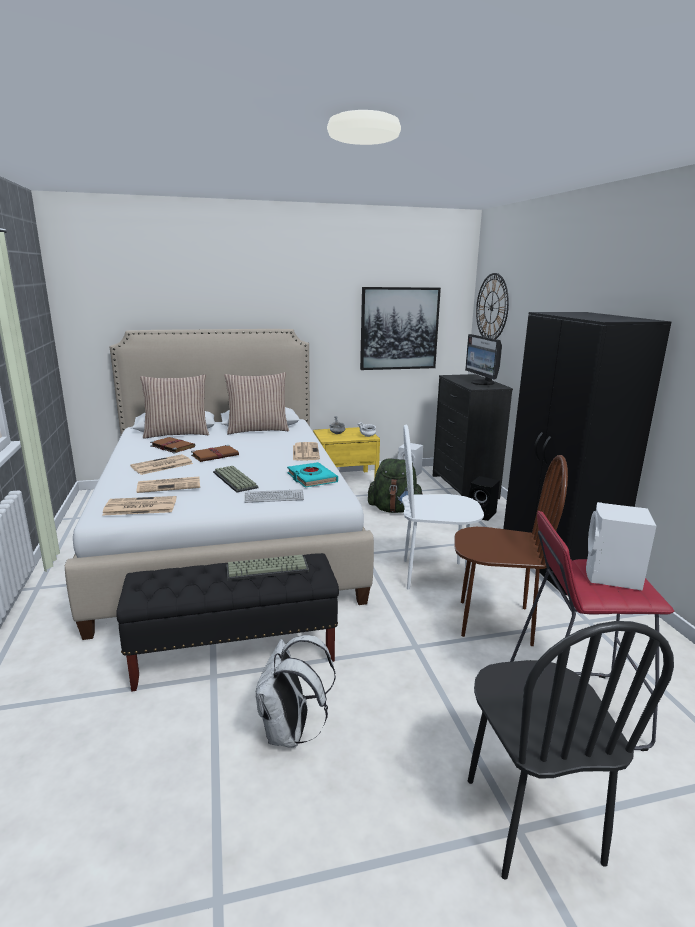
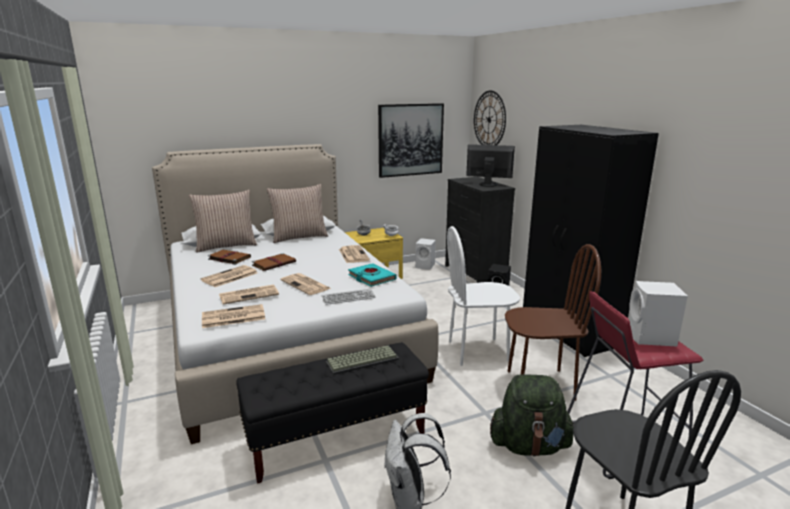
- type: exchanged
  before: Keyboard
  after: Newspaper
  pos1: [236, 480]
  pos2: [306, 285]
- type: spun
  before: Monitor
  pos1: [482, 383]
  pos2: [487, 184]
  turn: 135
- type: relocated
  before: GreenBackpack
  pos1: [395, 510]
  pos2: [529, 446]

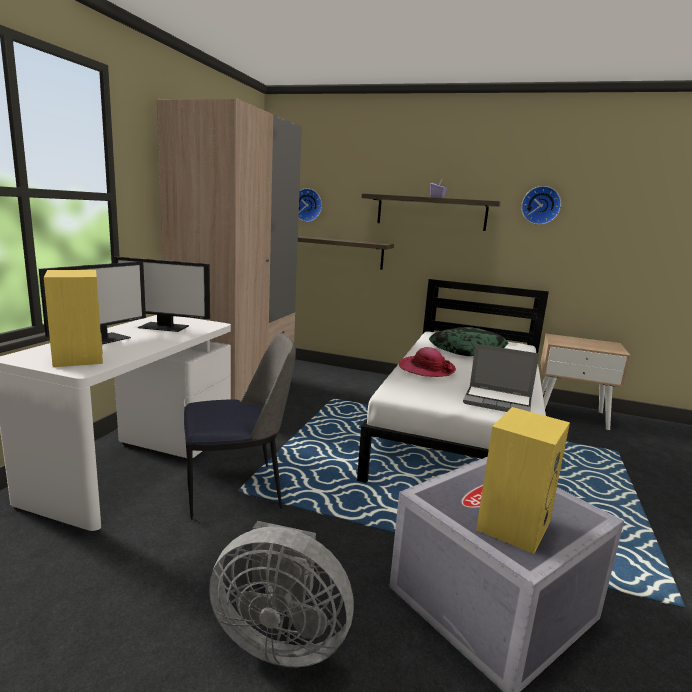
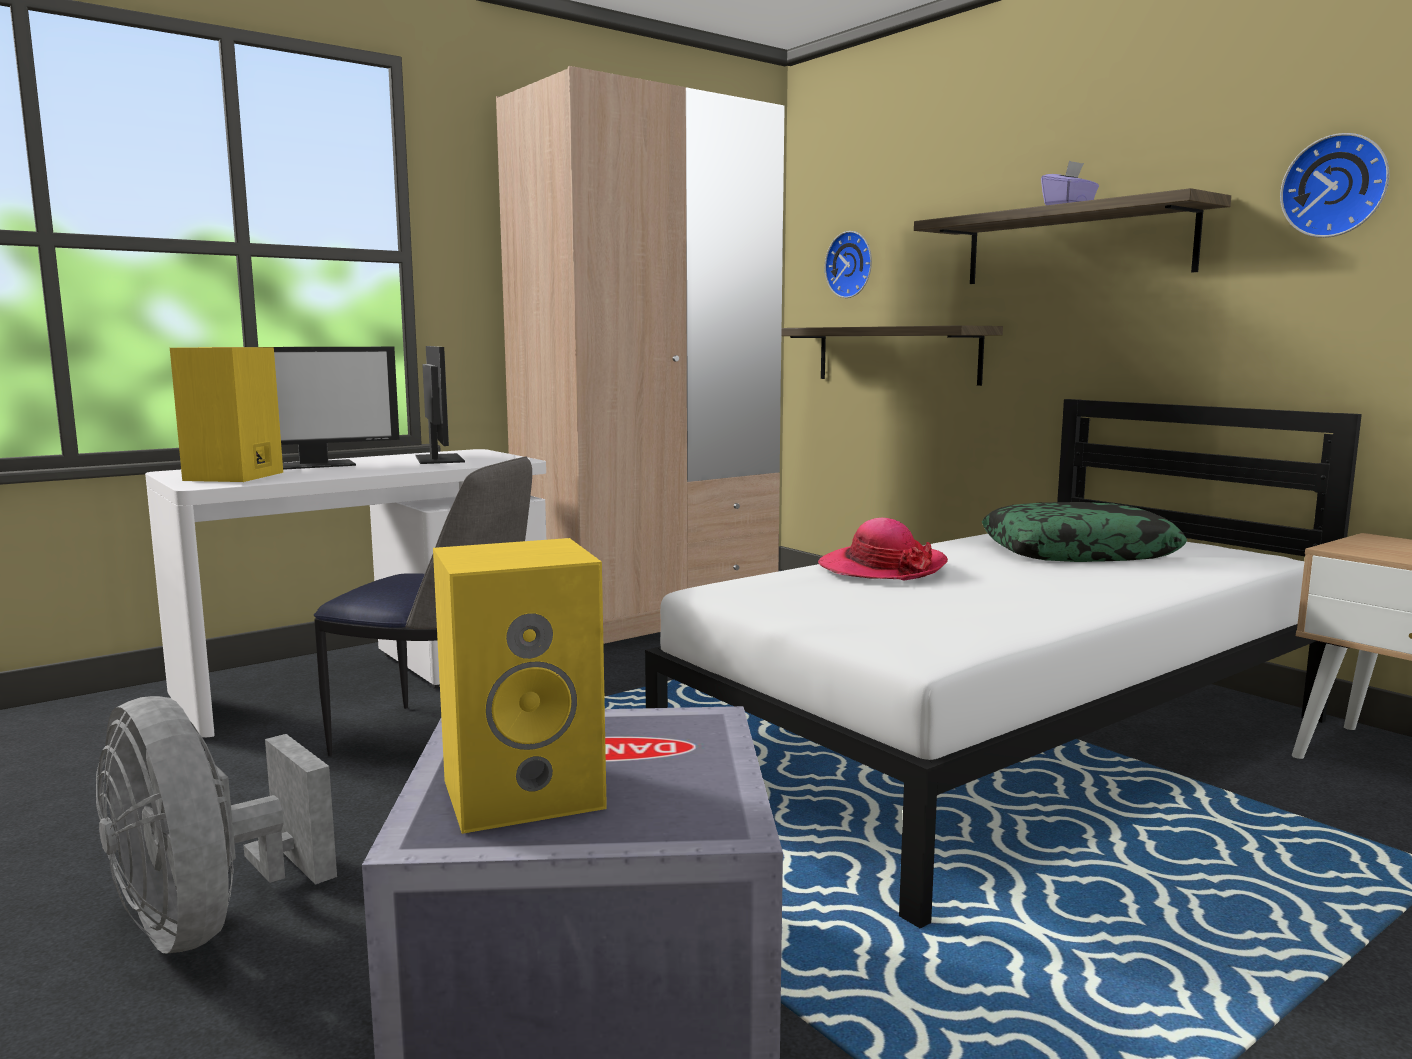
- type: spun
  before: Monitor
  pos1: [164, 327]
  pos2: [437, 459]
  turn: -150
- type: missing
  before: Laptop
  pos1: [498, 402]

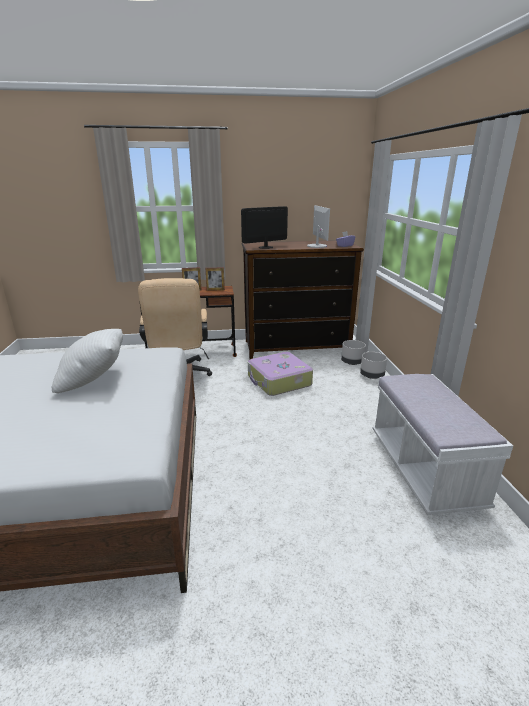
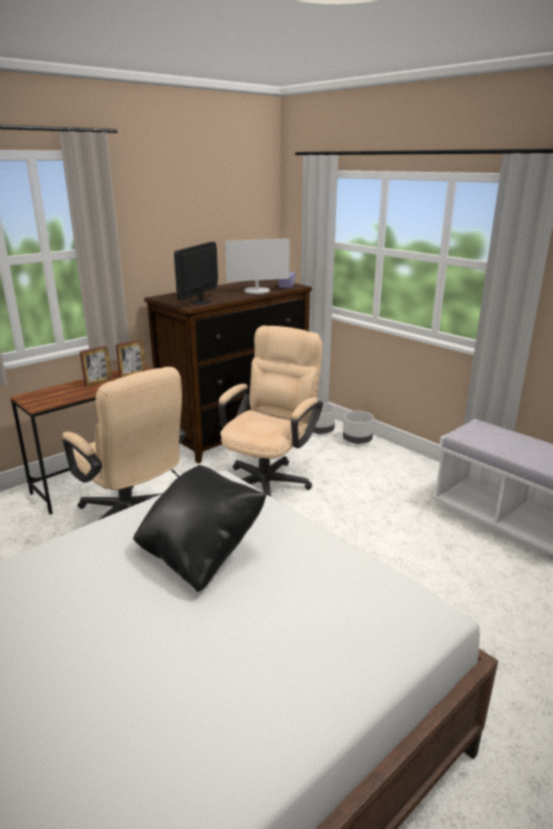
- type: colour
  before: WhitePillow
  after: BlackPillow
  pos1: [94, 379]
  pos2: [201, 553]
- type: exchanged
  before: Suitcase
  after: BeigeOfficeChair
  pos1: [278, 381]
  pos2: [270, 480]
- type: spun
  before: Monitor
  pos1: [317, 246]
  pos2: [257, 291]
  turn: 120

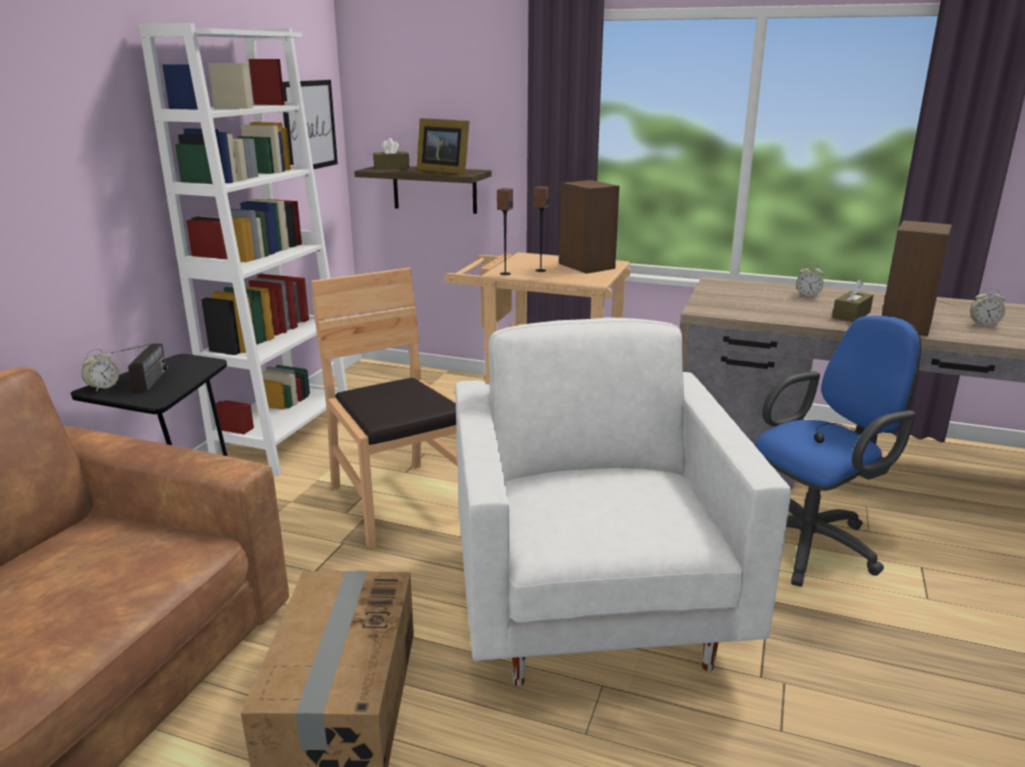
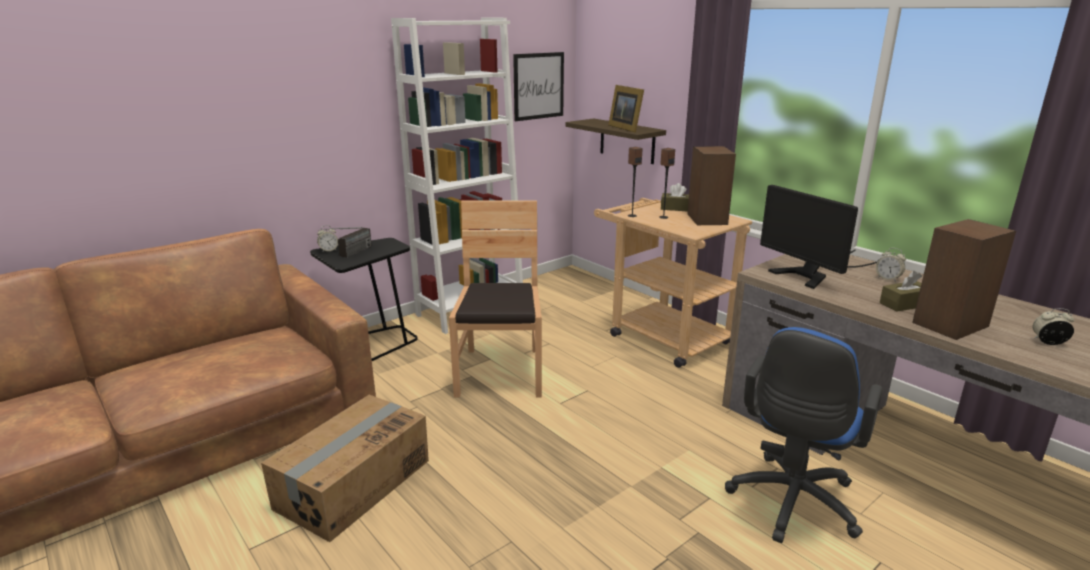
- type: relocated
  before: BrownTissueBox
  pos1: [391, 168]
  pos2: [676, 208]
- type: spun
  before: BlueOfficeChair
  pos1: [813, 543]
  pos2: [791, 505]
  turn: 120
- type: appeared
  after: Monitor
  pos2: [813, 273]
- type: spun
  before: AlarmClock
  pos1: [984, 324]
  pos2: [1048, 342]
  turn: 150
- type: missing
  before: WhiteArmchair
  pos1: [594, 606]

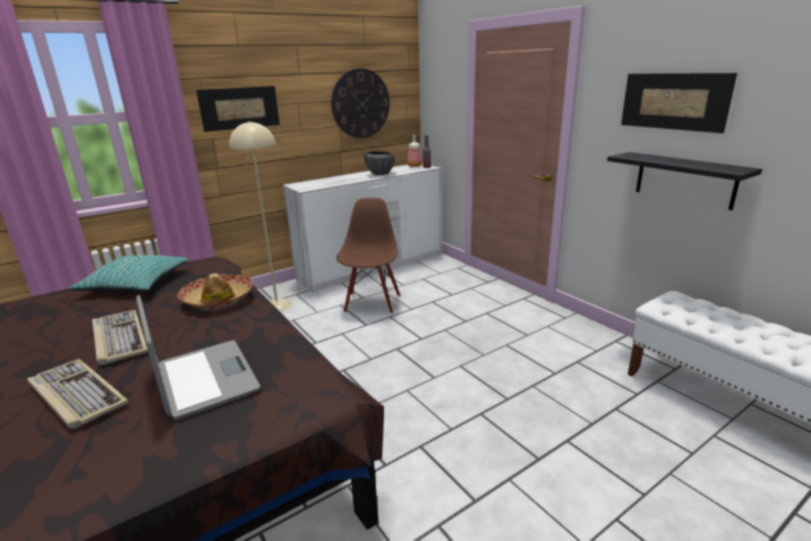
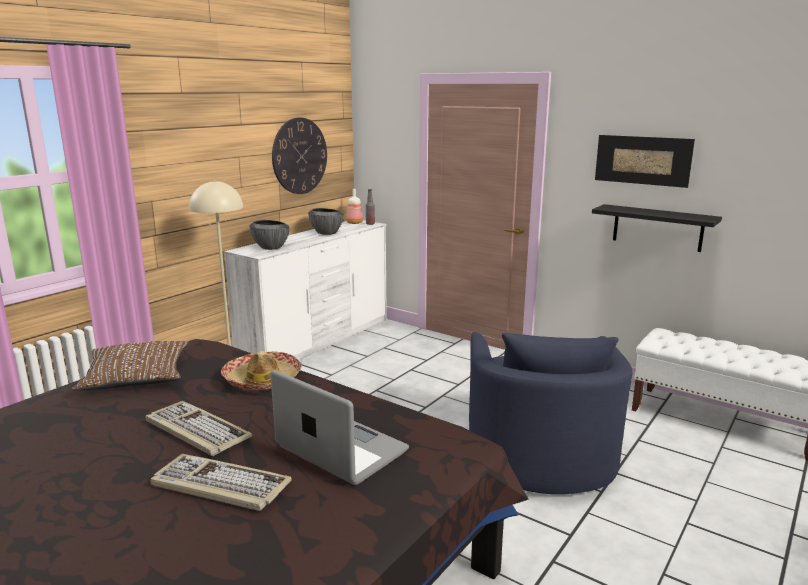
- type: colour
  before: TurquoisePillow
  after: BrownPillow
  pos1: [135, 283]
  pos2: [136, 376]
- type: appeared
  after: Bowl
  pos2: [271, 248]
- type: appeared
  after: BlueArmchair
  pos2: [539, 450]
- type: missing
  before: Picture
  pos1: [240, 108]
- type: missing
  before: BrownChair
  pos1: [371, 303]

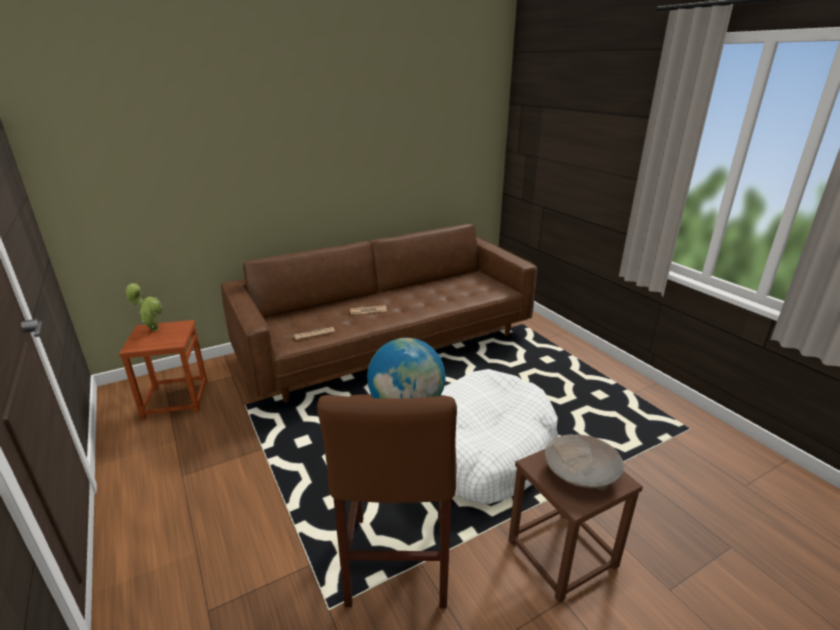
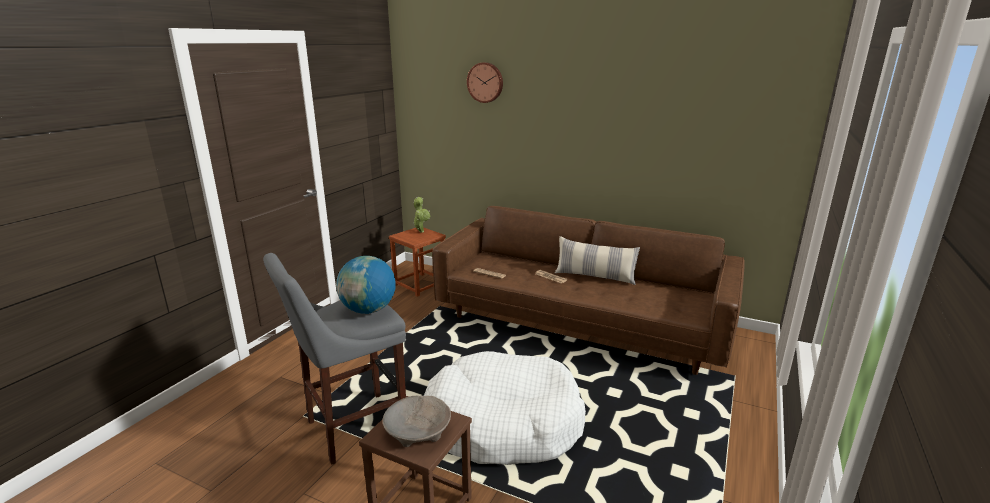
- type: colour
  before: BrownStool
  after: GreyStool
  pos1: [397, 566]
  pos2: [351, 428]
- type: appeared
  after: WallClock
  pos2: [485, 82]
- type: appeared
  after: Pillow
  pos2: [595, 276]

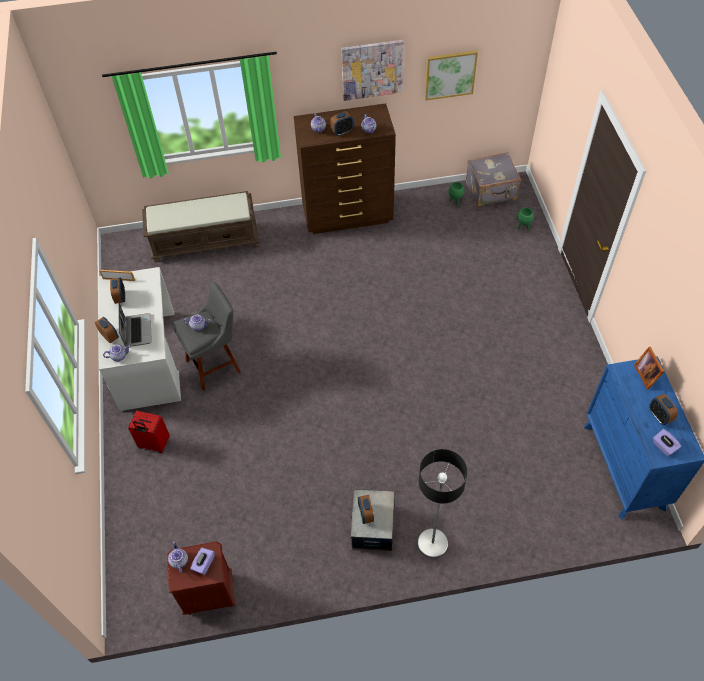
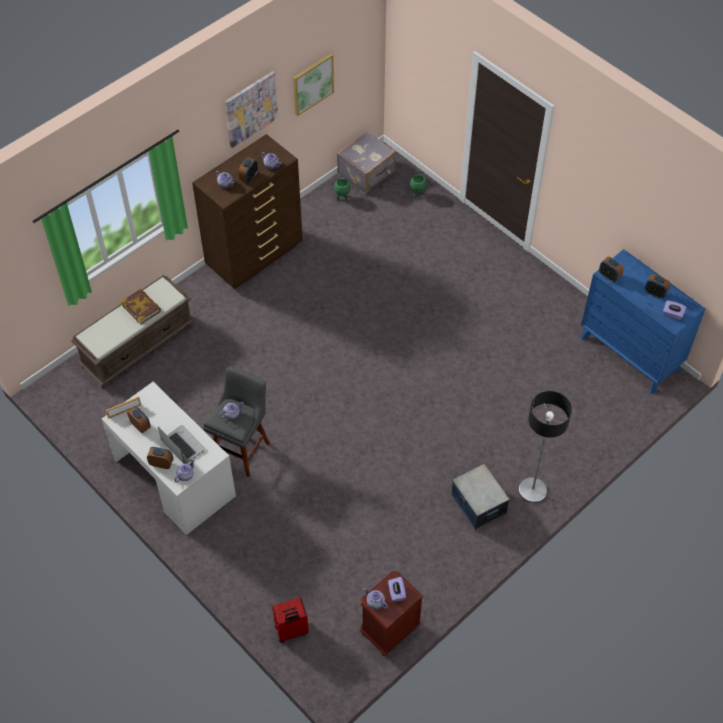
- type: appeared
  after: Book
  pos2: [141, 308]
- type: relocated
  before: RedSuitcase
  pos1: [154, 444]
  pos2: [291, 631]
- type: relocated
  before: AlarmClock
  pos1: [365, 514]
  pos2: [609, 276]
- type: missing
  before: PictureFrame
  pos1: [646, 374]

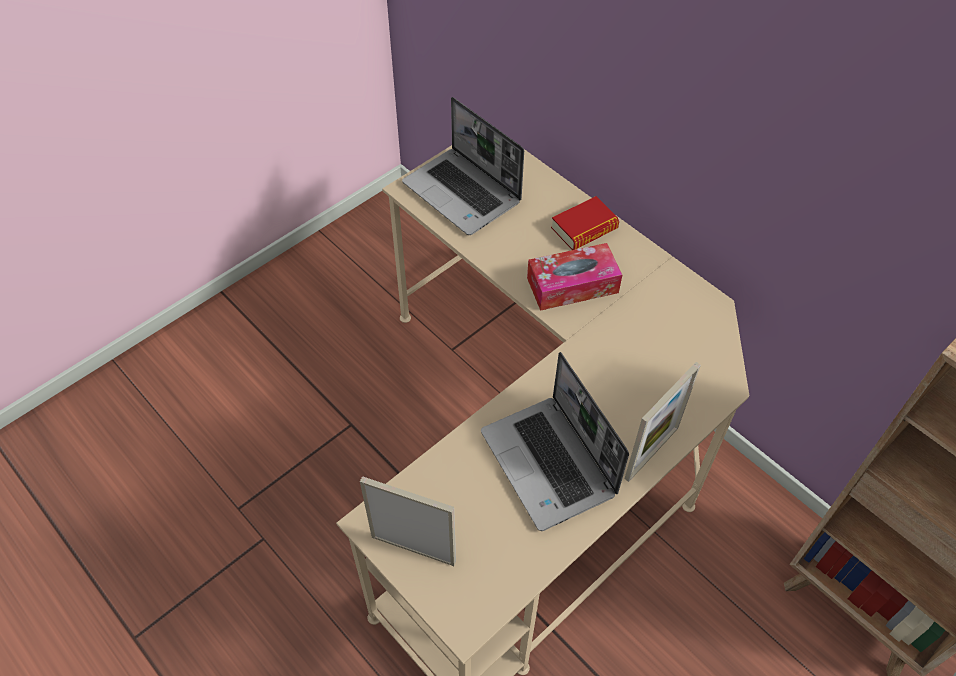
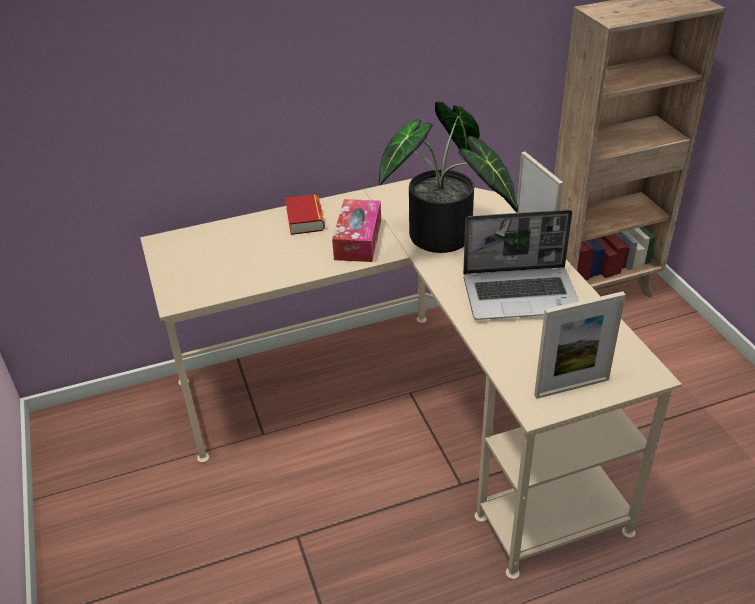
- type: appeared
  after: PottedPlant
  pos2: [443, 240]
- type: spun
  before: PictureFrame
  pos1: [413, 549]
  pos2: [571, 387]
  turn: -150
- type: missing
  before: Laptop
  pos1: [463, 193]

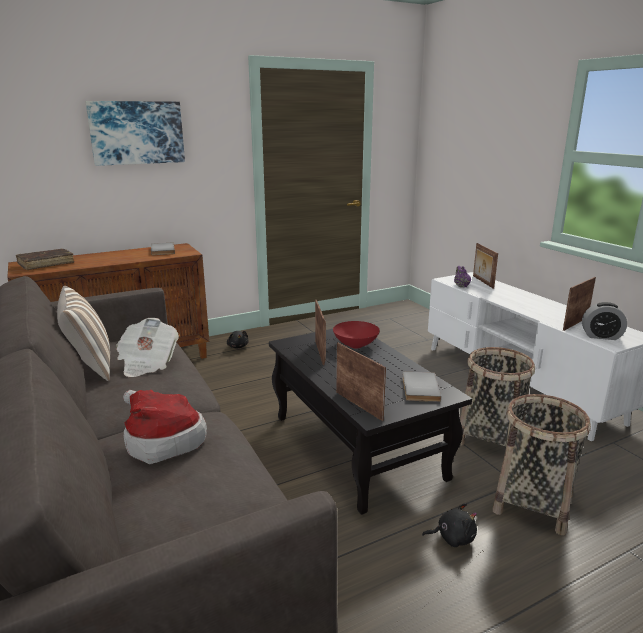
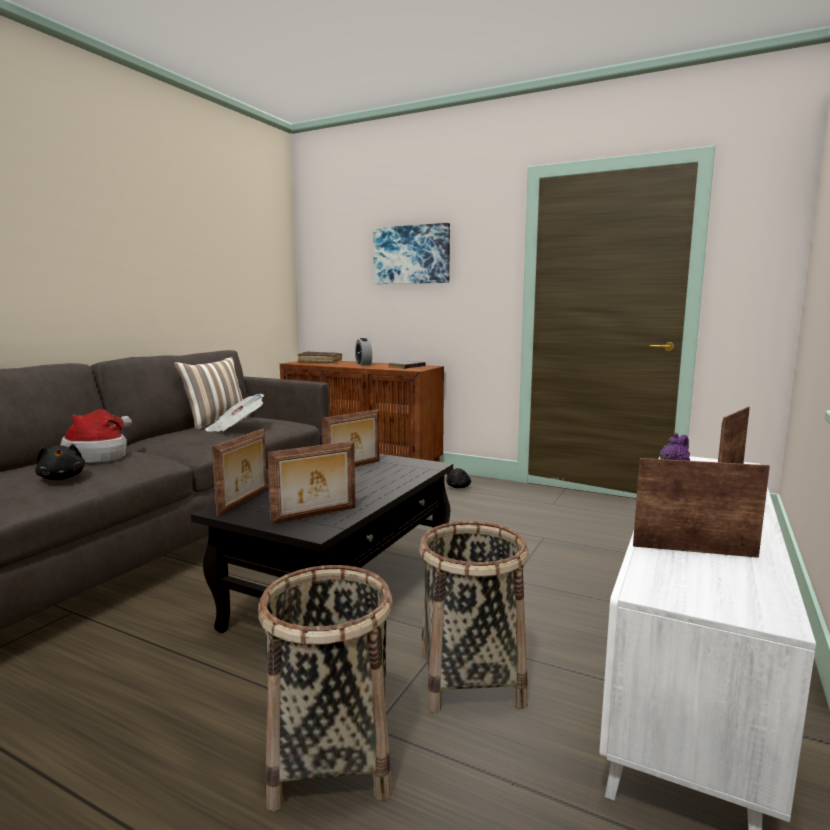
- type: relocated
  before: BlackPlushToy
  pos1: [452, 537]
  pos2: [62, 478]
- type: exchanged
  before: GreyBook
  after: PictureFrame
  pos1: [418, 388]
  pos2: [315, 515]
- type: relocated
  before: AlarmClock
  pos1: [601, 336]
  pos2: [363, 364]
- type: missing
  before: RedBowl
  pos1: [355, 345]

